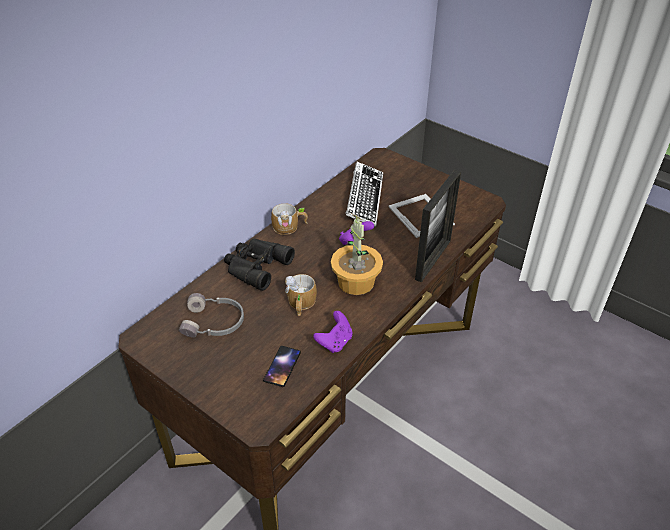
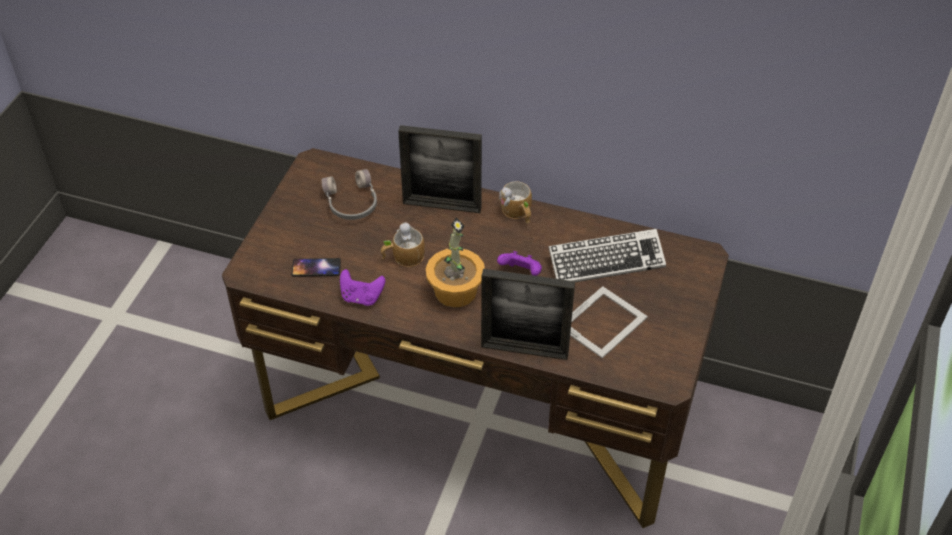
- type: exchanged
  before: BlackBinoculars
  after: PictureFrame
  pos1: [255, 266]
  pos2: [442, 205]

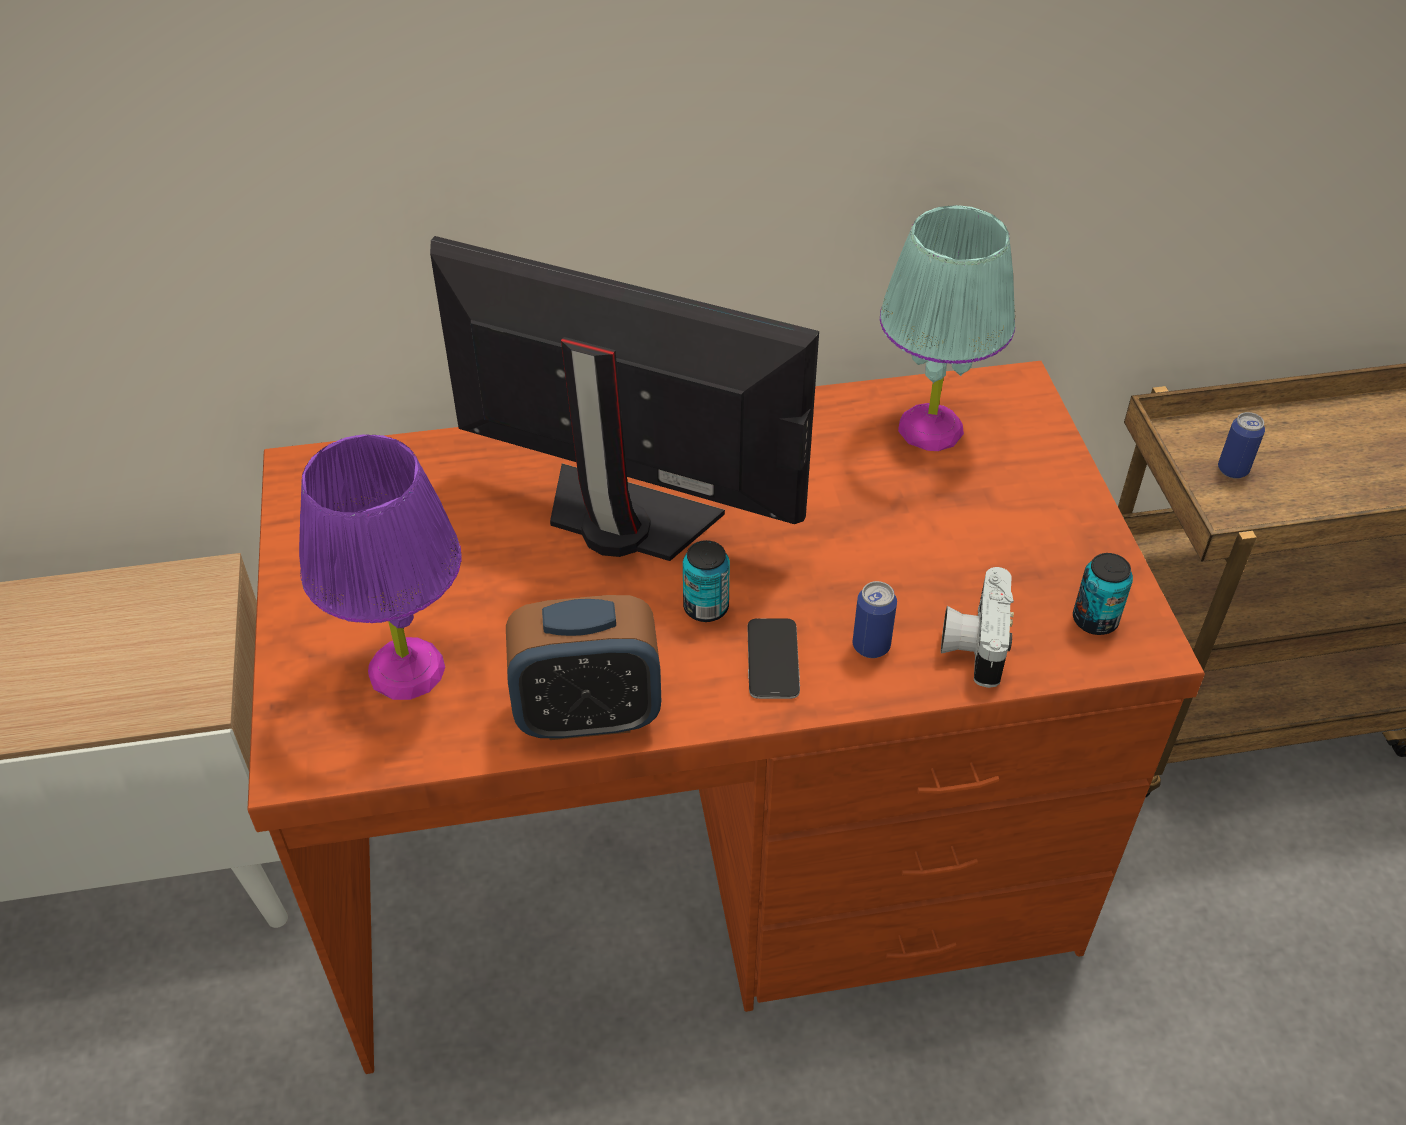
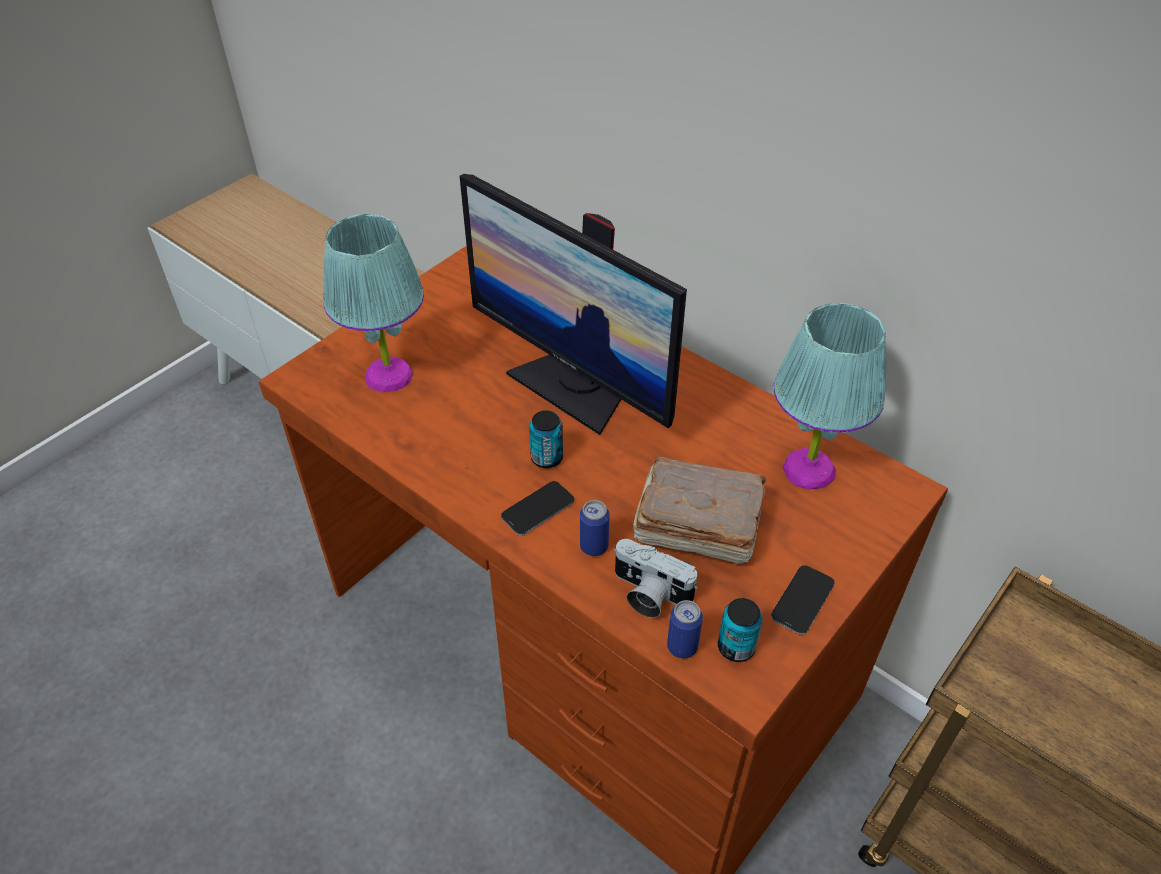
- type: colour
  before: PurpleTableLamp
  after: TurquoiseTableLamp
  pos1: [408, 669]
  pos2: [389, 376]
- type: spun
  before: Monitor
  pos1: [623, 520]
  pos2: [574, 386]
  turn: 150
- type: spun
  before: PhotoCamera
  pos1: [973, 643]
  pos2: [648, 594]
  turn: -120
- type: appeared
  after: BrownBook
  pos2: [695, 524]
- type: relocated
  before: Can
  pos1: [1232, 469]
  pos2: [682, 647]
- type: appeared
  after: Phone
  pos2: [802, 600]
- type: missing
  before: AlarmClock
  pos1: [588, 715]

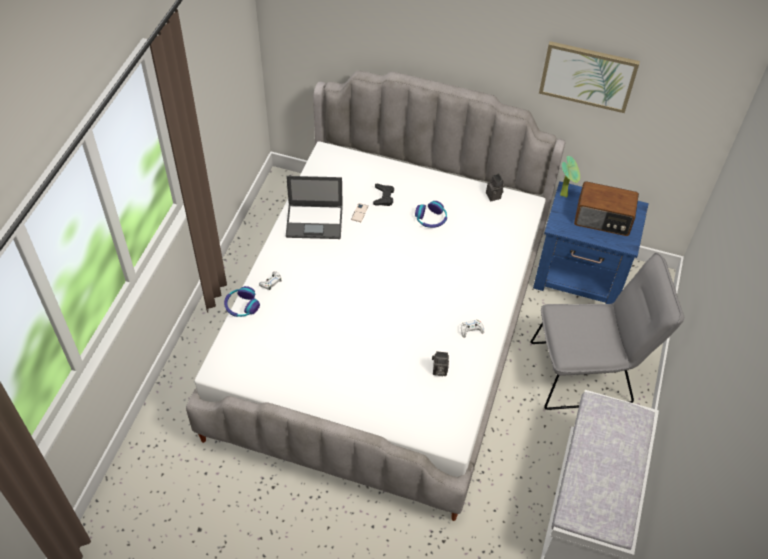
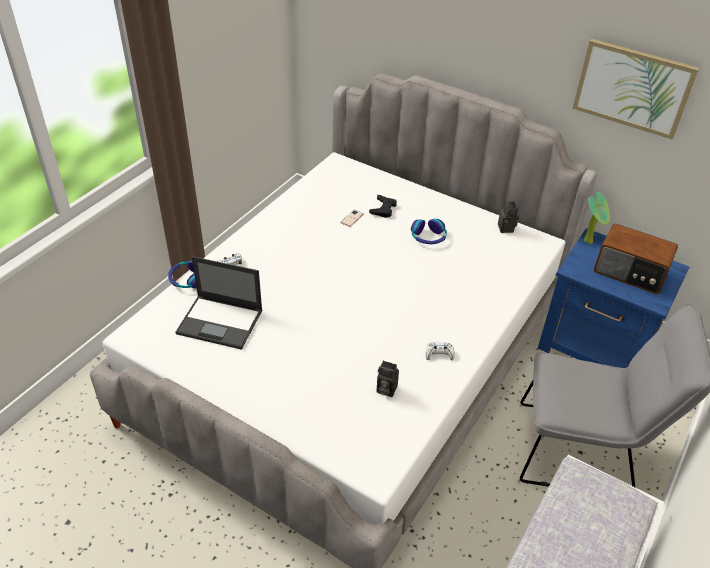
- type: relocated
  before: Laptop
  pos1: [315, 221]
  pos2: [221, 322]

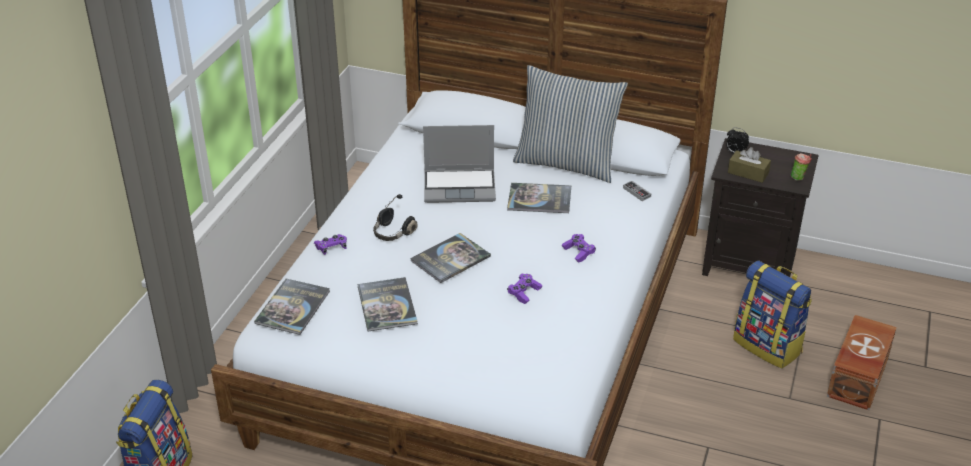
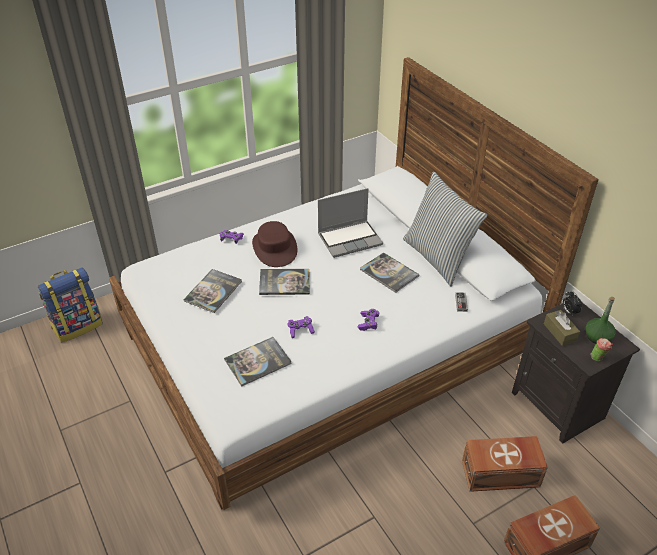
- type: relocated
  before: Book
  pos1: [293, 307]
  pos2: [258, 362]
- type: exchanged
  before: BlackHeadphones
  after: BrownHat
  pos1: [392, 233]
  pos2: [274, 248]
- type: spun
  before: Laptop
  pos1: [460, 186]
  pos2: [350, 239]
  turn: -60
- type: exchanged
  before: Backpack
  after: BrownStorageBox
  pos1: [768, 346]
  pos2: [501, 474]
- type: appeared
  after: GreenBottle
  pos2: [597, 337]

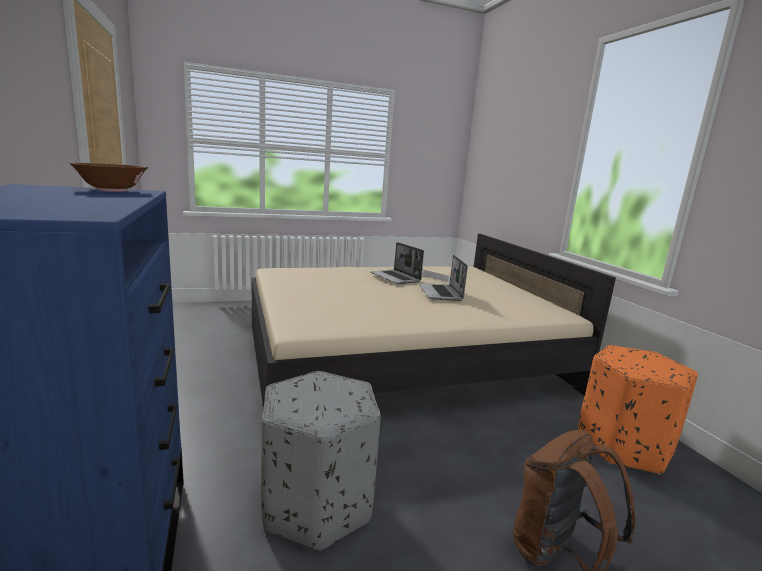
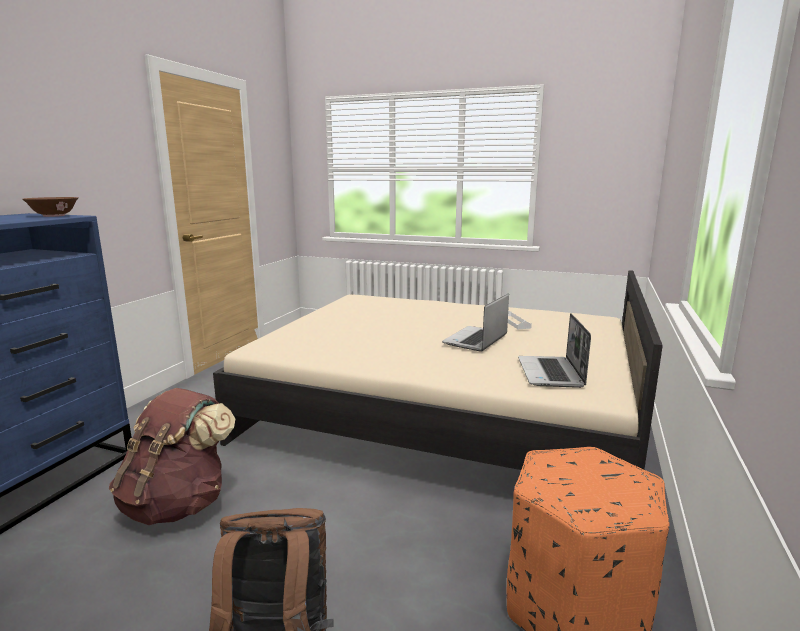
- type: exchanged
  before: GreyOttoman
  after: BrownBackpack
  pos1: [317, 503]
  pos2: [178, 504]
- type: relocated
  before: Laptop
  pos1: [396, 278]
  pos2: [551, 373]

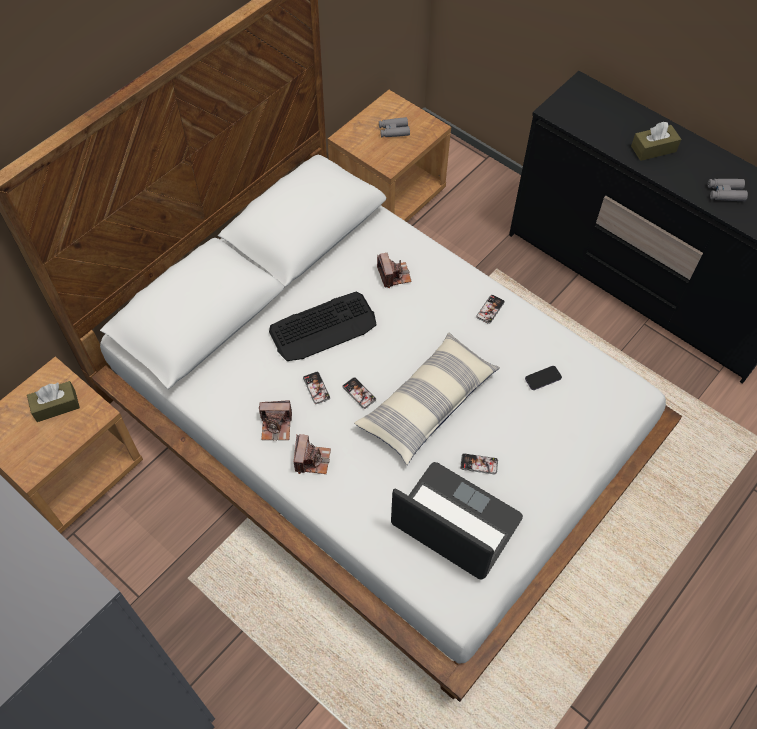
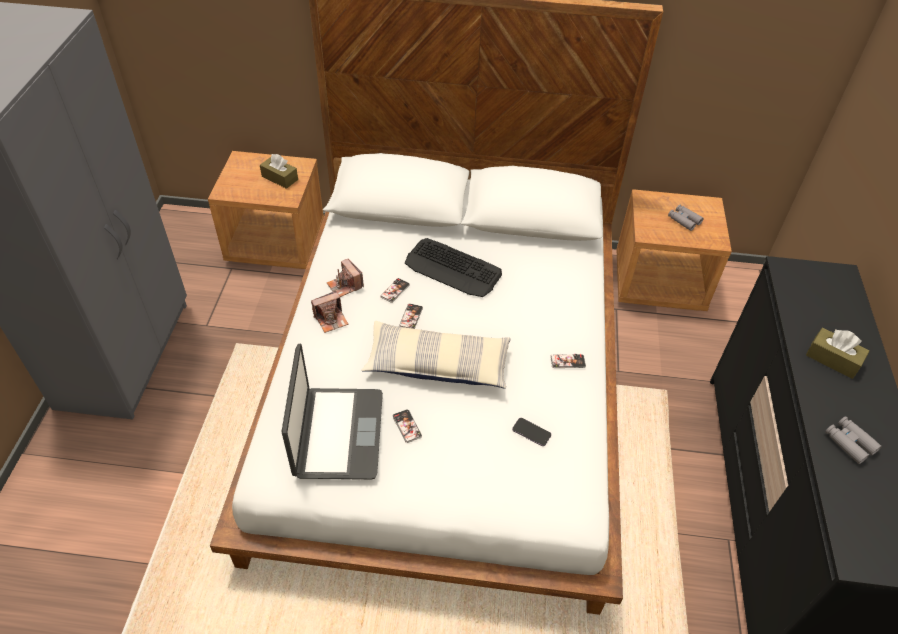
- type: missing
  before: PhotoCamera
  pos1: [394, 275]

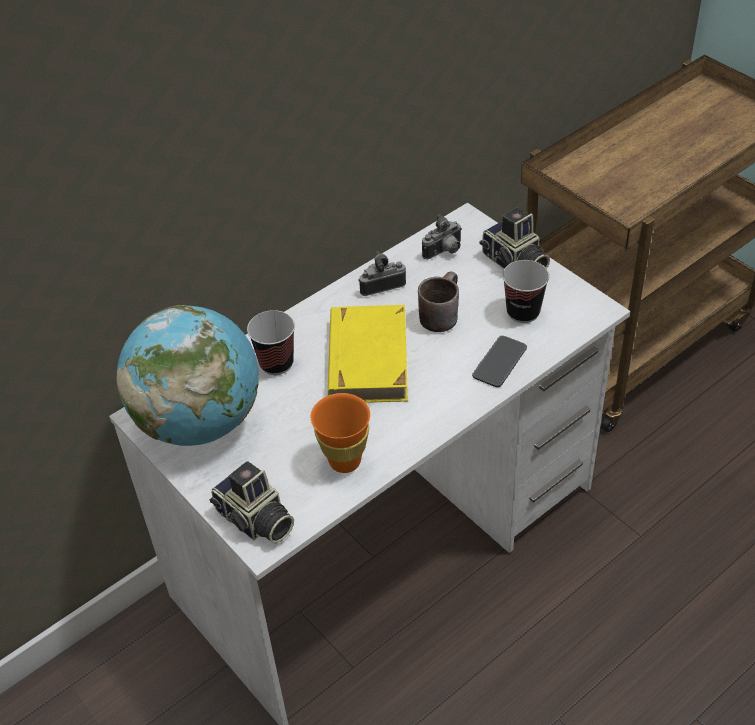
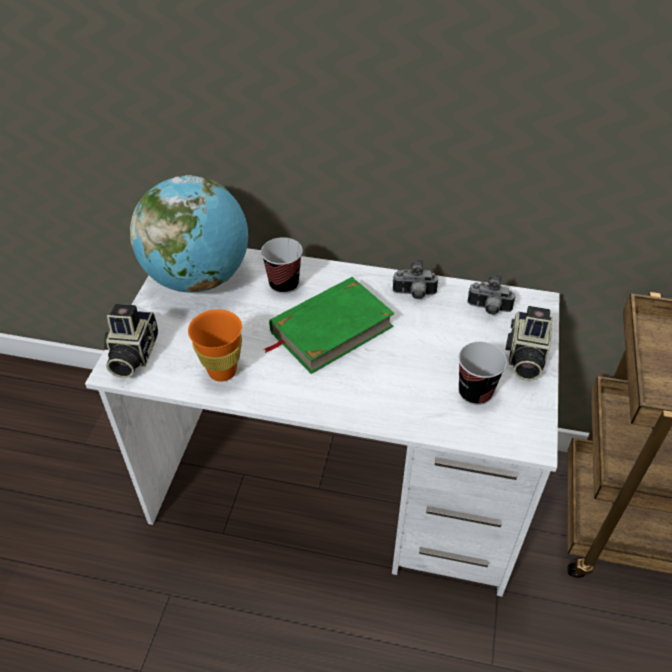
- type: colour
  before: YellowBook
  after: GreenBook
  pos1: [367, 361]
  pos2: [330, 329]
- type: spun
  before: PhotoCamera
  pos1: [381, 285]
  pos2: [414, 294]
  turn: 150
- type: missing
  before: BrownMug
  pos1: [438, 313]
- type: missing
  before: Phone
  pos1: [499, 362]

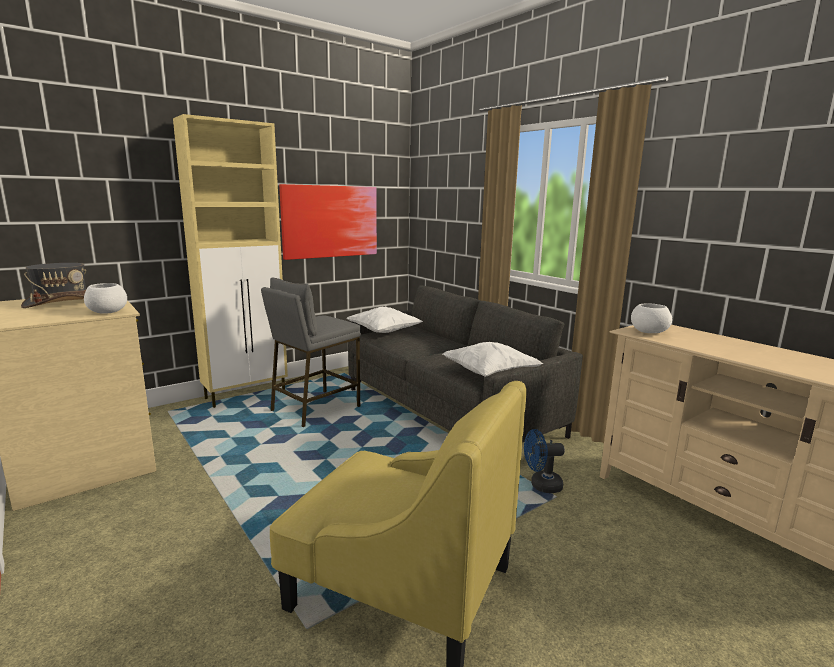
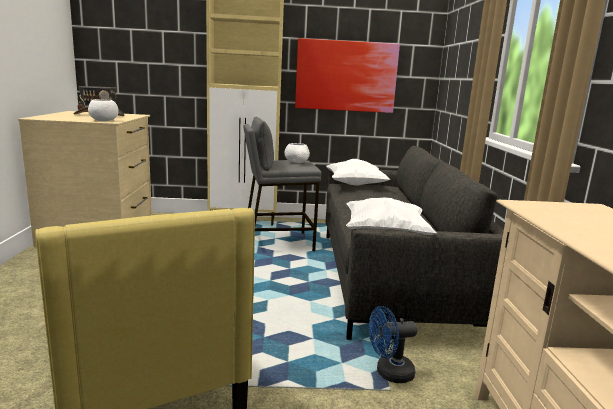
- type: relocated
  before: WhiteBowl
  pos1: [648, 332]
  pos2: [296, 162]
- type: spun
  before: BlueFan
  pos1: [541, 485]
  pos2: [389, 373]
  turn: -45

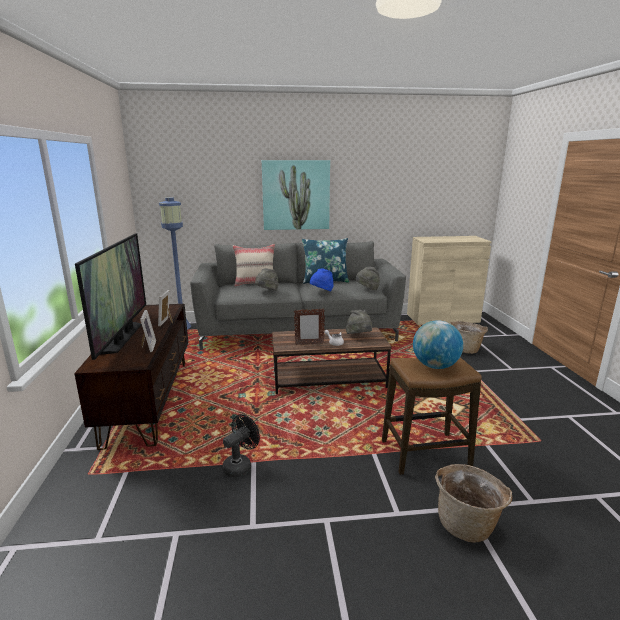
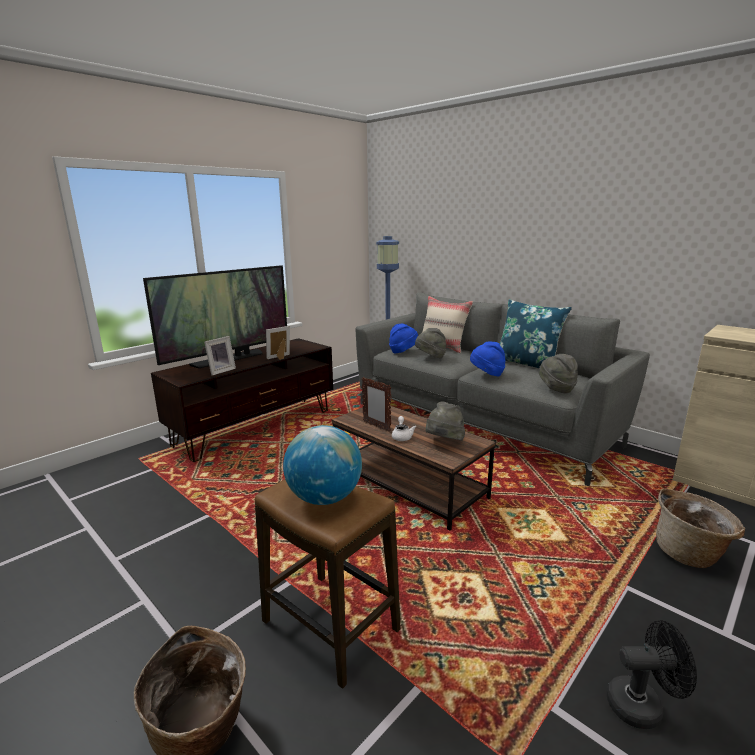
- type: appeared
  after: BlueHat
  pos2: [403, 352]
- type: relocated
  before: BlackFan
  pos1: [240, 465]
  pos2: [642, 705]
- type: missing
  before: Picture
  pos1: [296, 195]

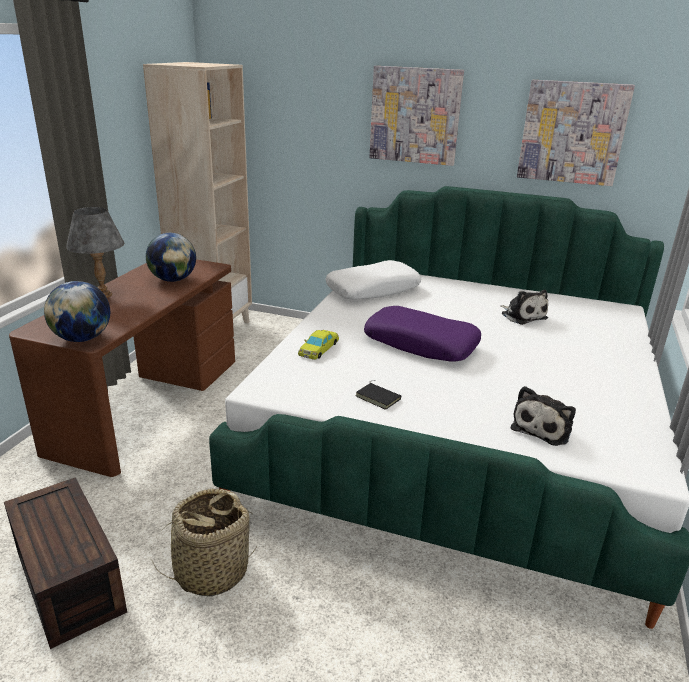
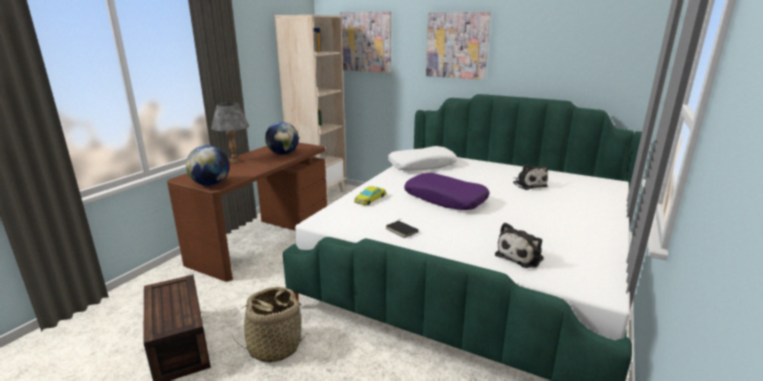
- type: relocated
  before: Picture
  pos1: [572, 133]
  pos2: [366, 42]

